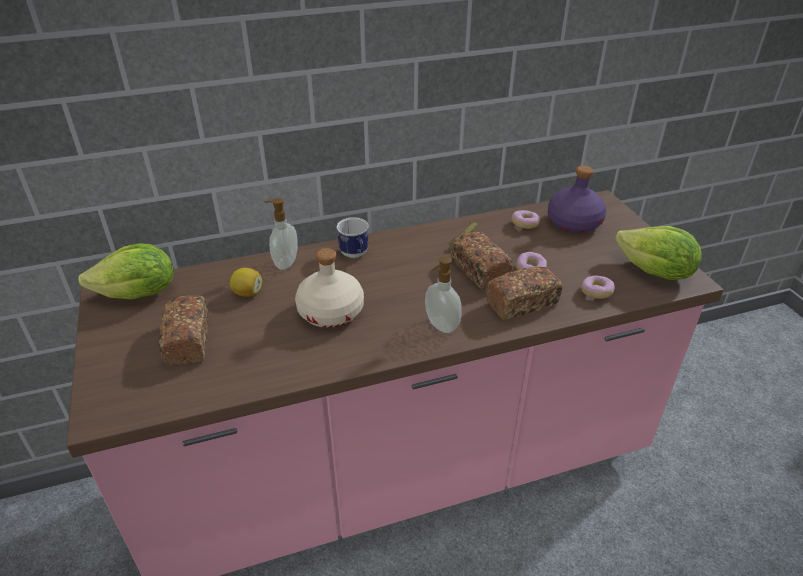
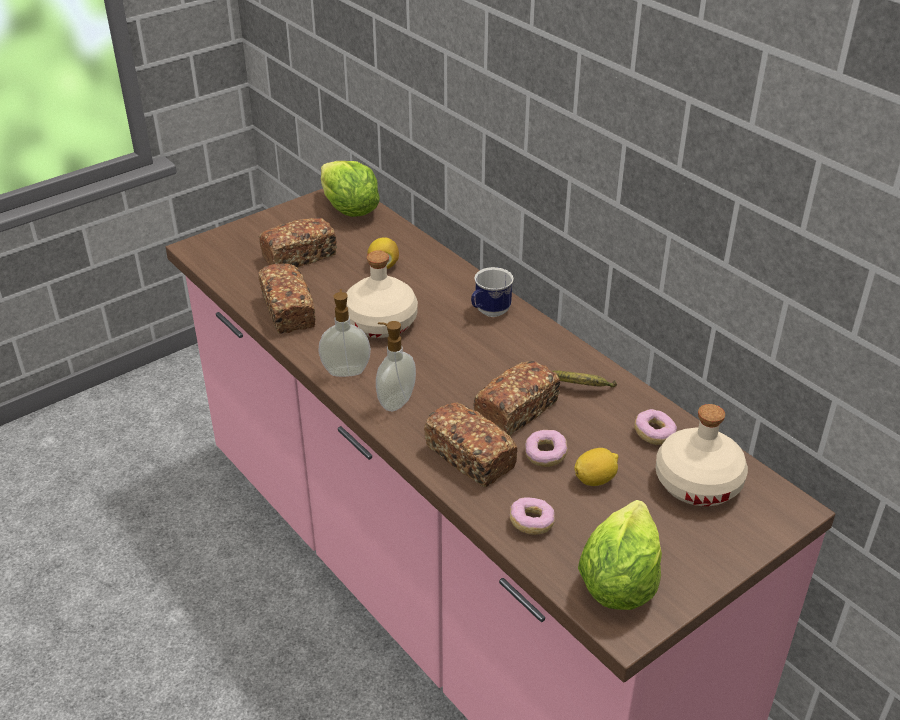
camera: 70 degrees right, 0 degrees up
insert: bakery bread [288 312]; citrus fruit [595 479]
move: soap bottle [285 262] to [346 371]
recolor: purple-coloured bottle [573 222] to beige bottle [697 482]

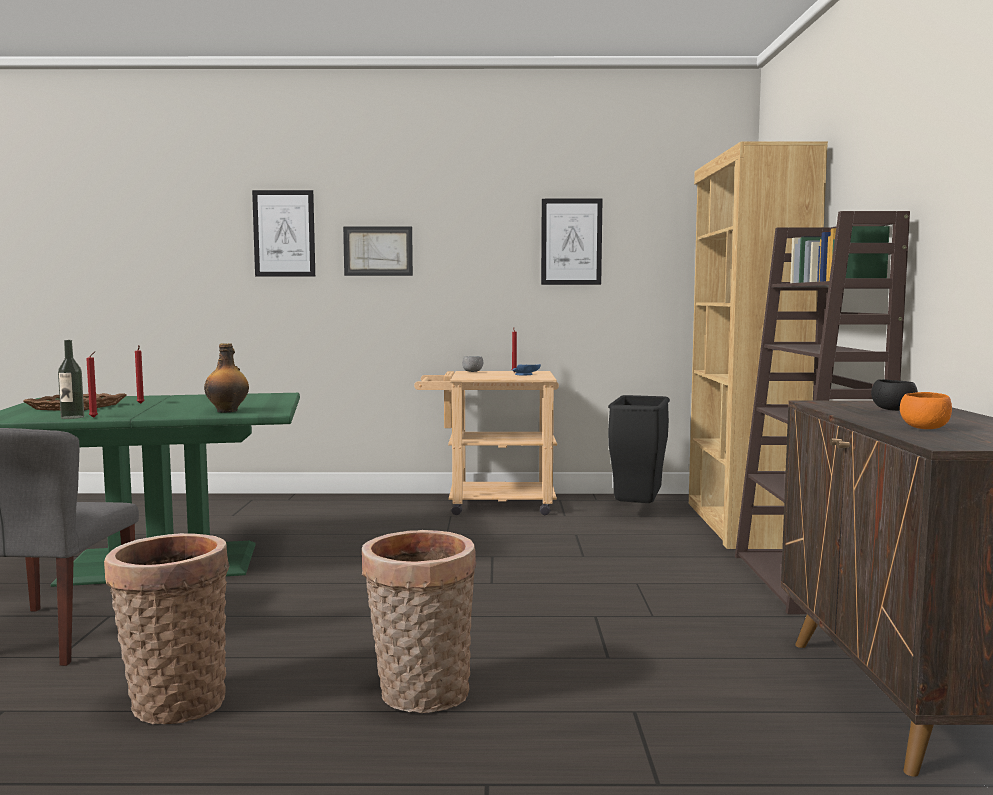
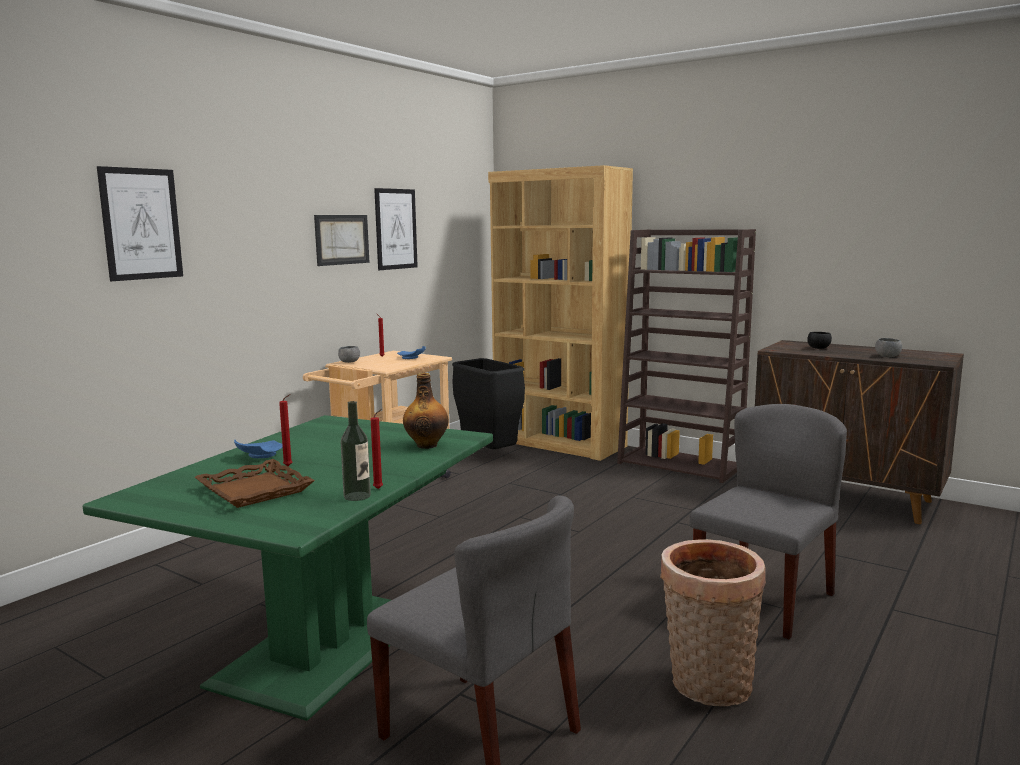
camera: 55 degrees left, 5 degrees up
insert: blue plate [259 456]
move: wall picture [378 251] to [342 239]
replace: household basket [420 696] to gray plain chair [763 599]
recolor: orange-coloured serving bowl [924 428] to gray serving bowl [887 356]

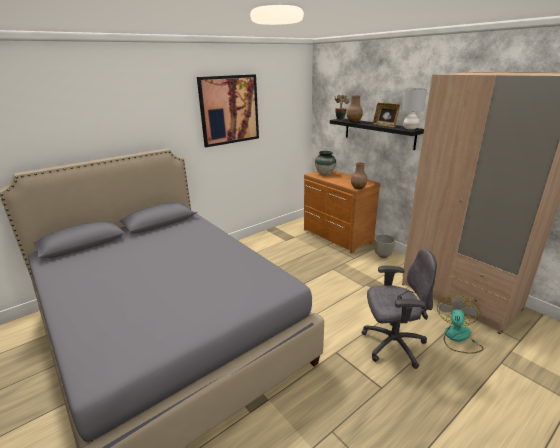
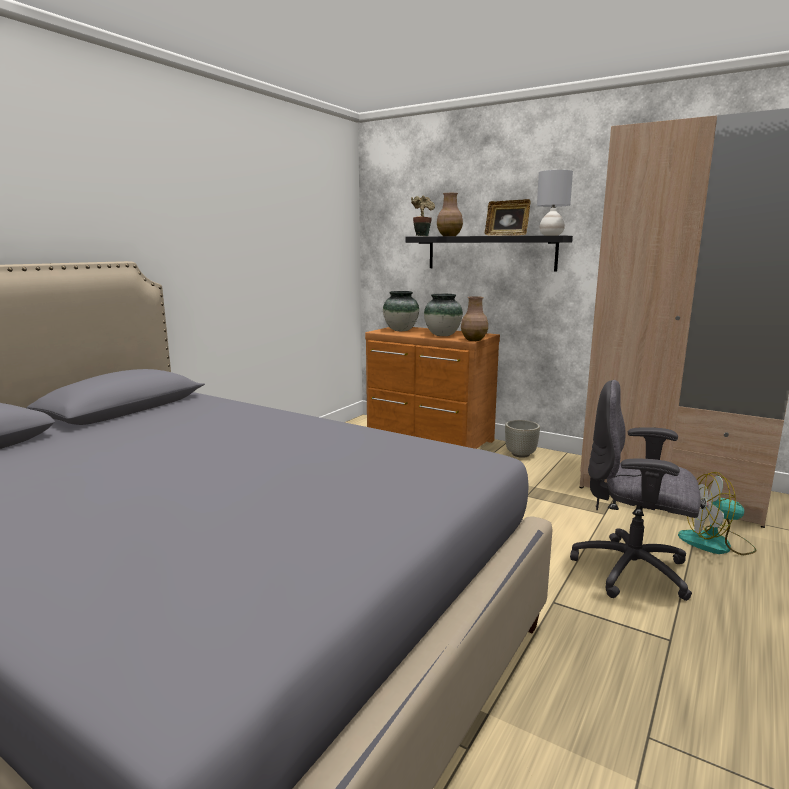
camera: 20 degrees left, 10 degrees down
delete: wall picture [229 110]
insert: vase [442 335]
rotate: gray computer chair [392 344] = [633 571] 135 degrees counterclockwise; cooling fan [457 338] = [716 543] 90 degrees counterclockwise

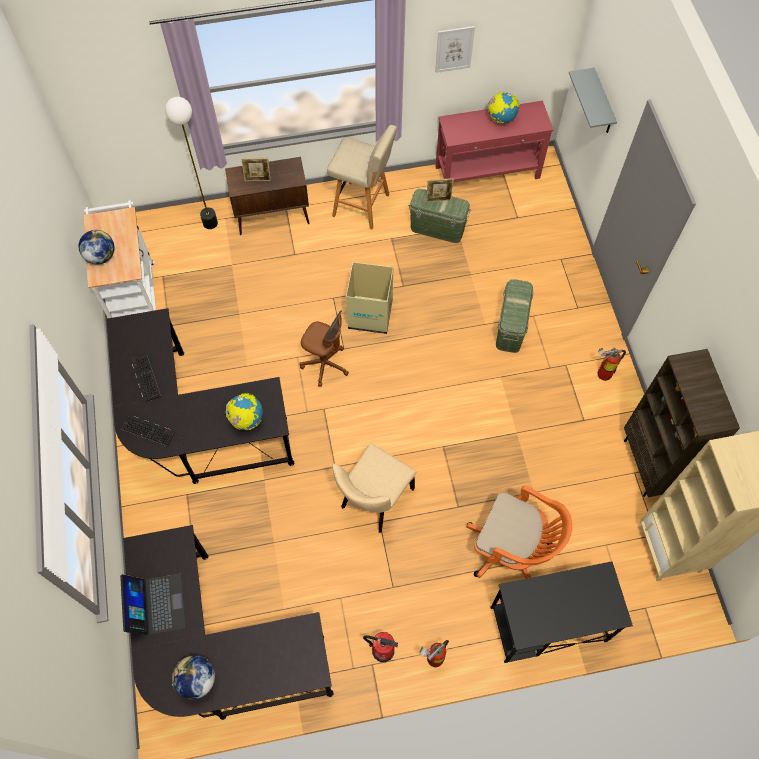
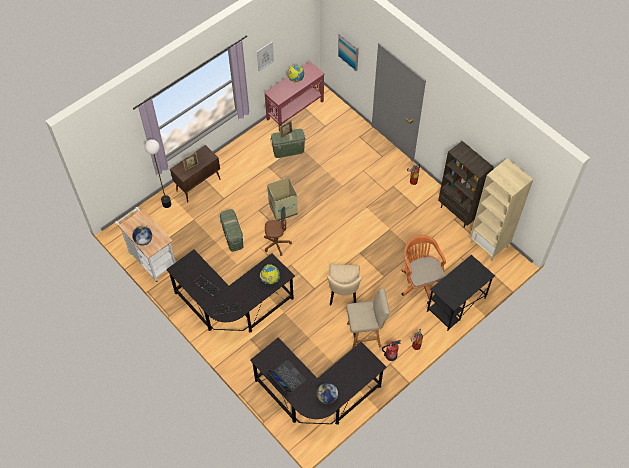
camera: 30 degrees left, 5 degrees down
move: greenish storage container [510 327] to [232 237]; beige stool [363 206] to [365 335]
replace: gray wall shelf [602 103] to wall picture [348 51]
rotate: orange-coloured computer chair [511 549] = [420 281] 105 degrees counterclockwise

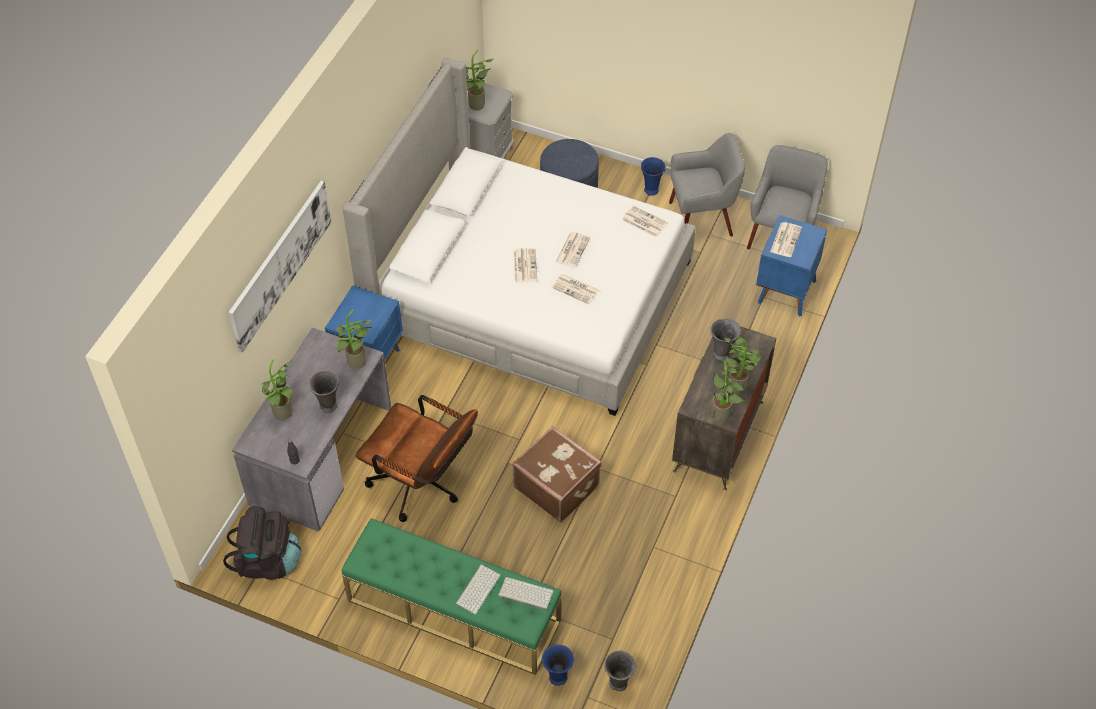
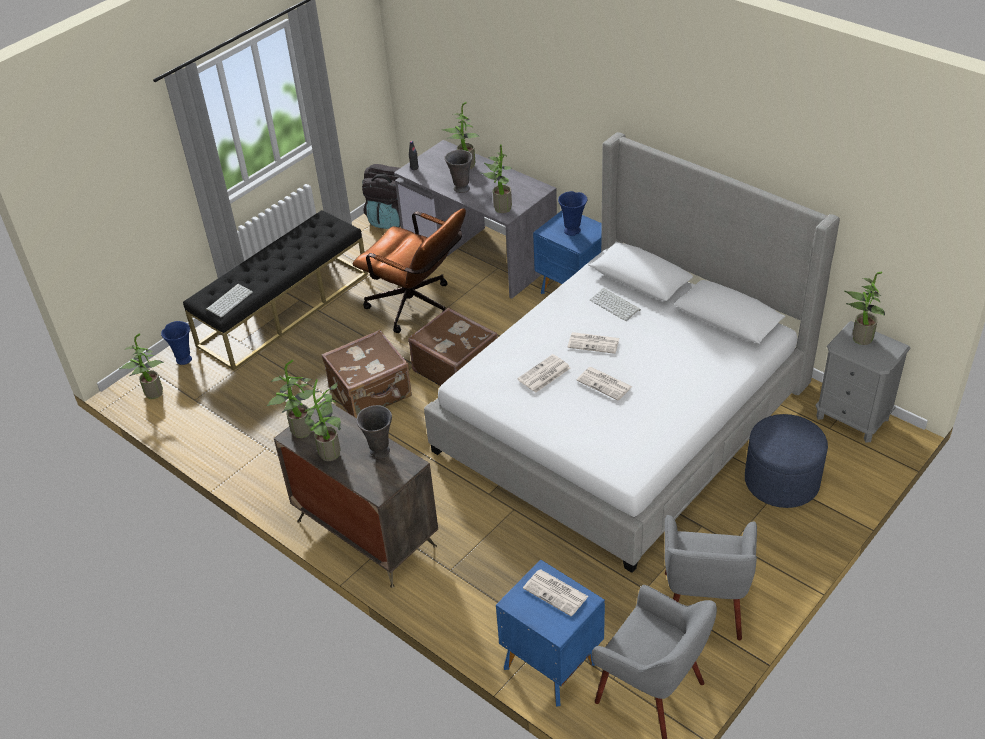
camera: 110 degrees right, 10 degrees down
delete: wall picture [280 264]; newspaper [643 221]
insert: brown travel case [456 368]
move: blue vase [651 190] to [573 231]; PC keyboard [477 588] to [616 305]
replace: gray vase [618 684] to houseplant [152 395]
recolor: greenish bench [453 610] to black bench [284 309]
rotate: brown computer chair [422 486] = [417 307] 105 degrees counterclockwise

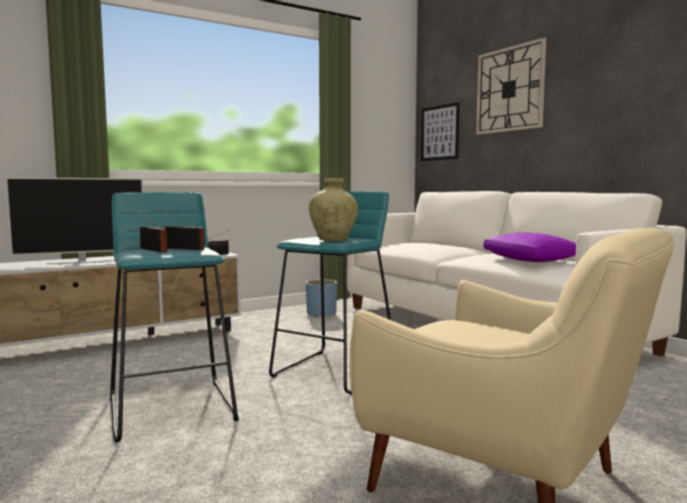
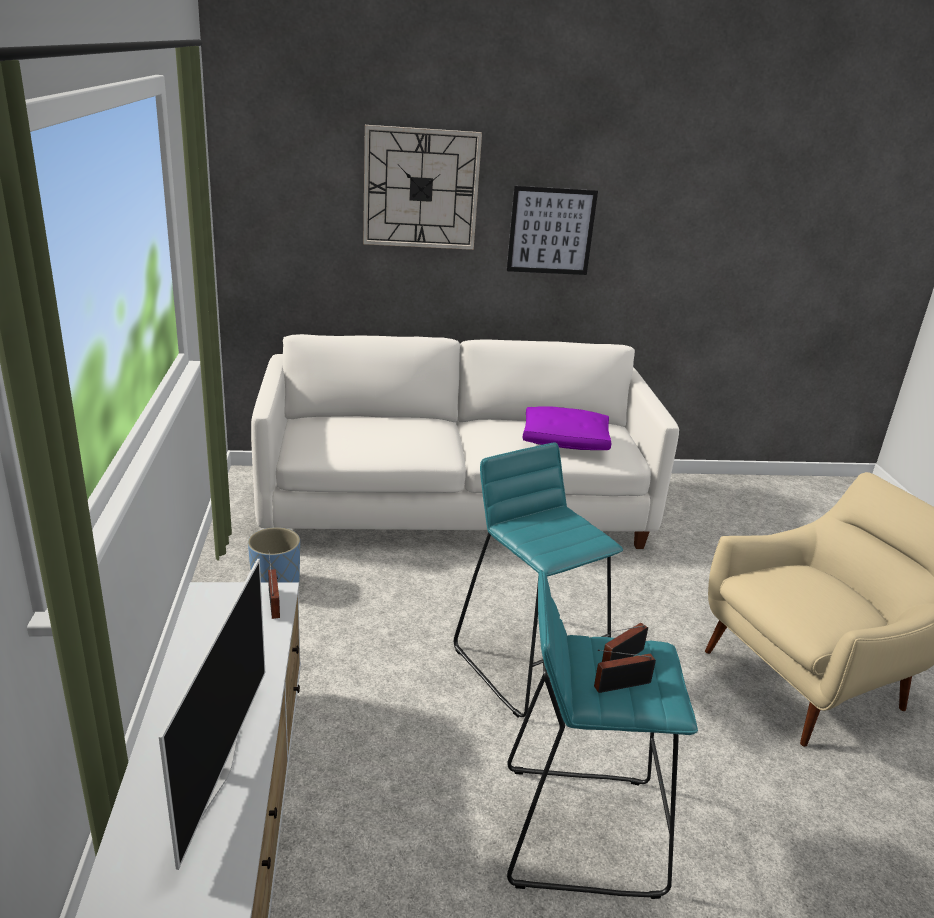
camera: 65 degrees left, 20 degrees up
delete: beige vase [333 240]
move: wall picture [439 133] to [551 231]

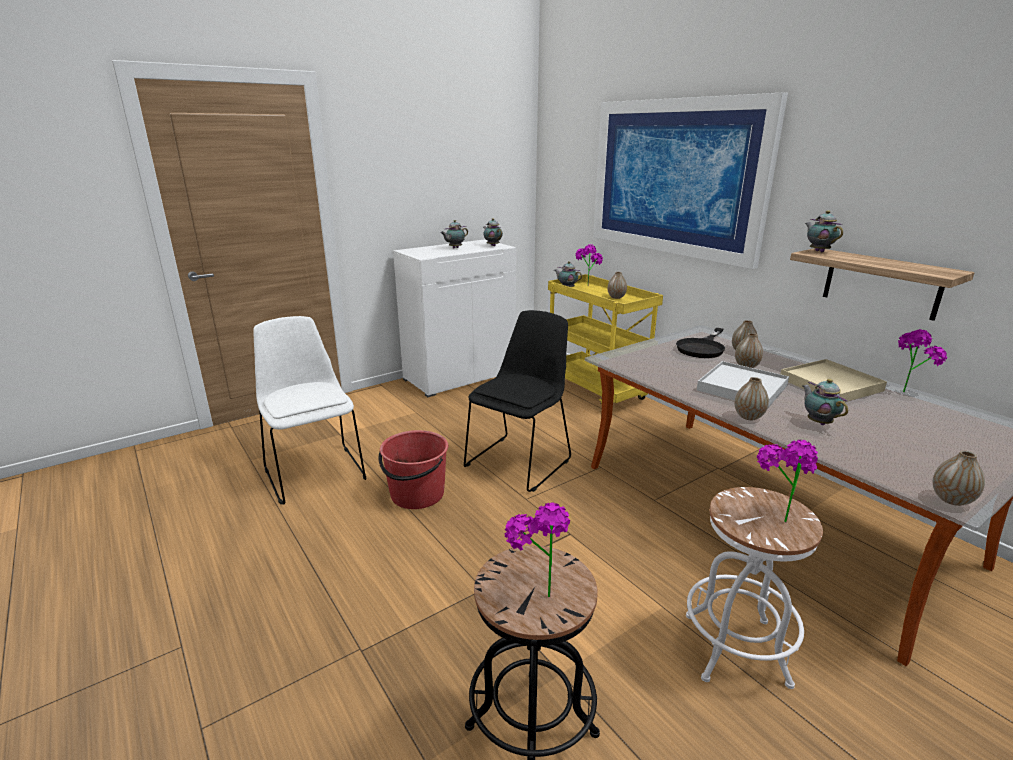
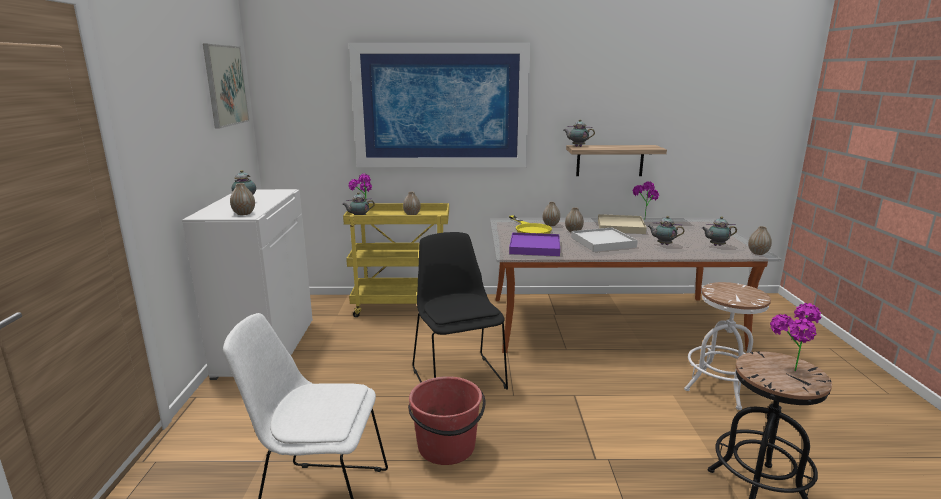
camera: 55 degrees left, 5 degrees down
delete: houseplant [776 515]
insert: wall picture [225 85]; purple-coloured carrying tray [535 247]
move: vase [748 417] to [244 213]; teapot [492 245] to [716 245]
recolor: black pan [702 347] to yellowish pan [530 229]

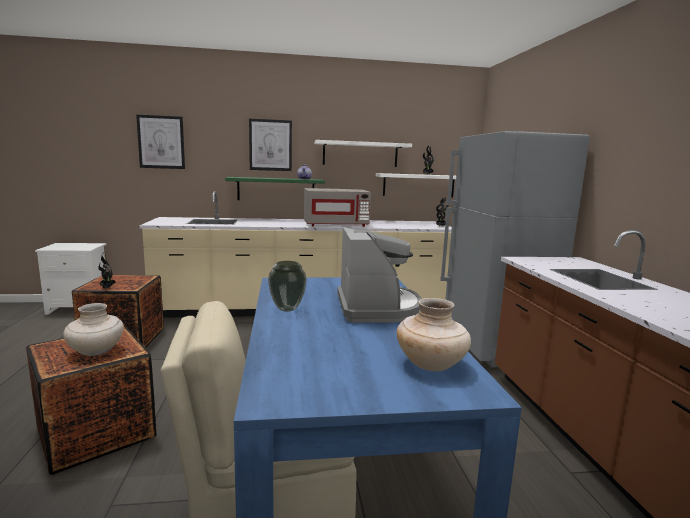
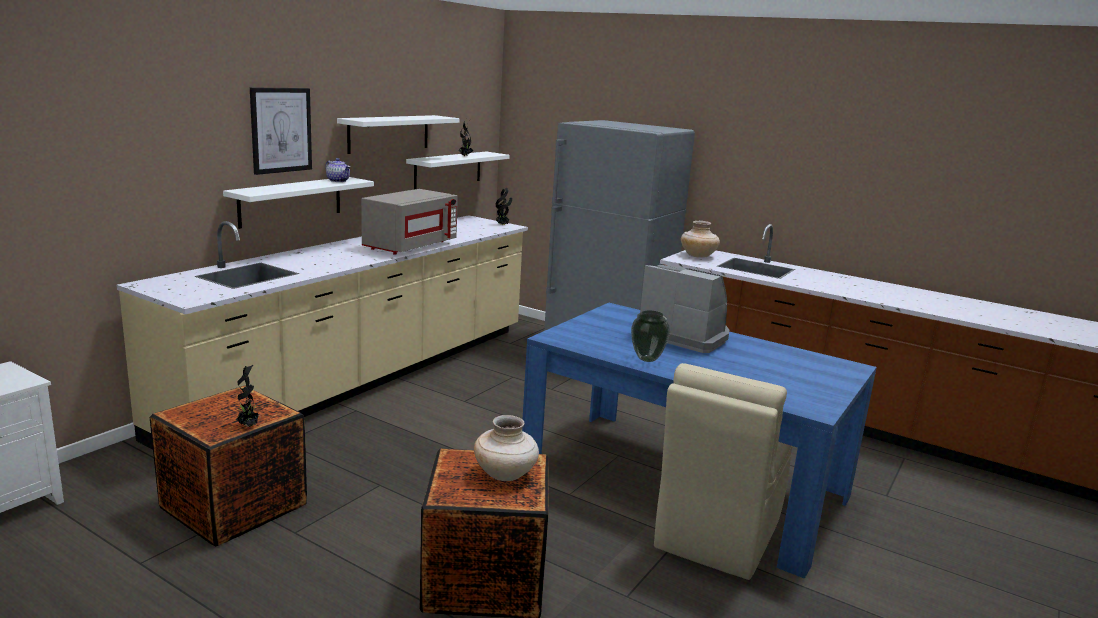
camera: 50 degrees left, 5 degrees up
delete: wall picture [161 142]
move: beige vase [431 365] to [698 256]
recolor: greenish wall shelf [276 189] to white wall shelf [291 201]

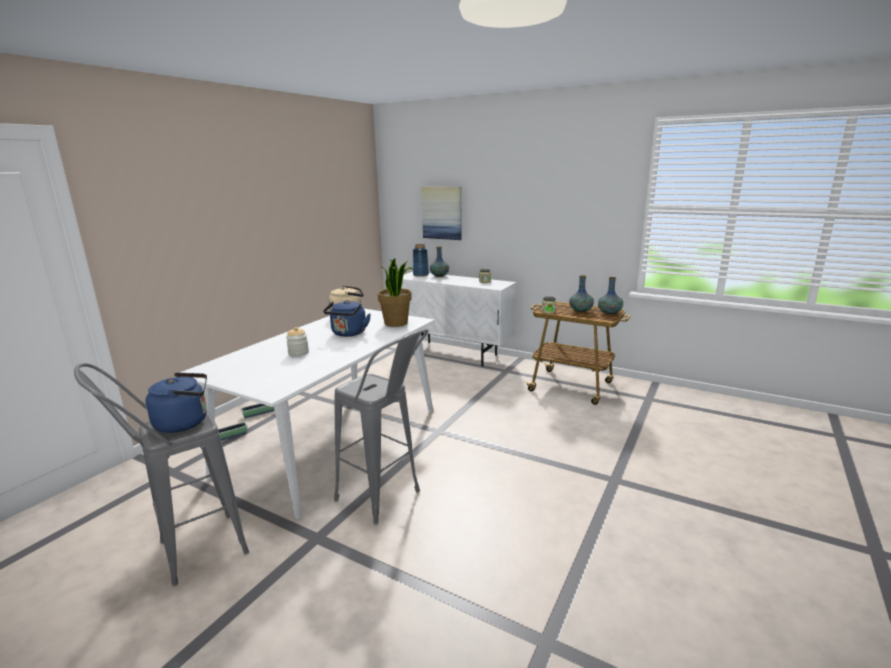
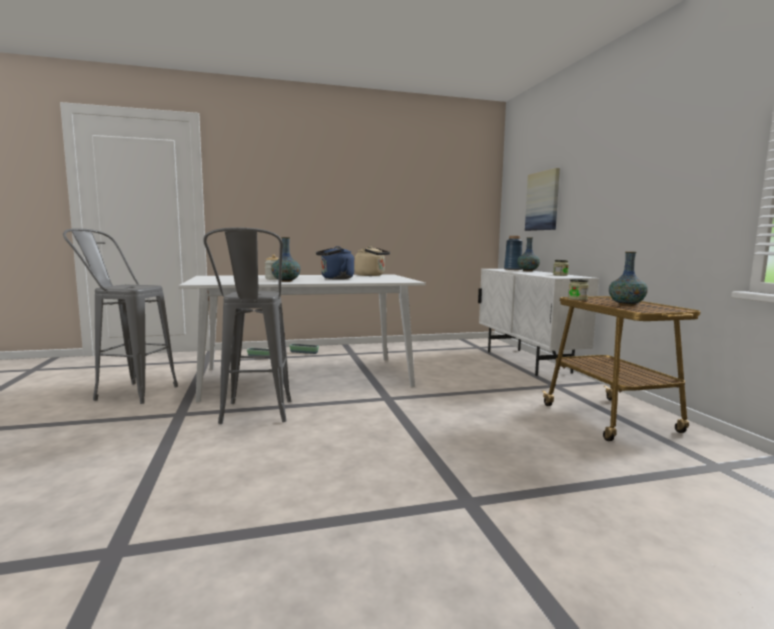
camera: 45 degrees right, 10 degrees down
delete: blue tea kettle [185 422]; houseplant [396 323]
move: vase [609 313] to [286 281]

